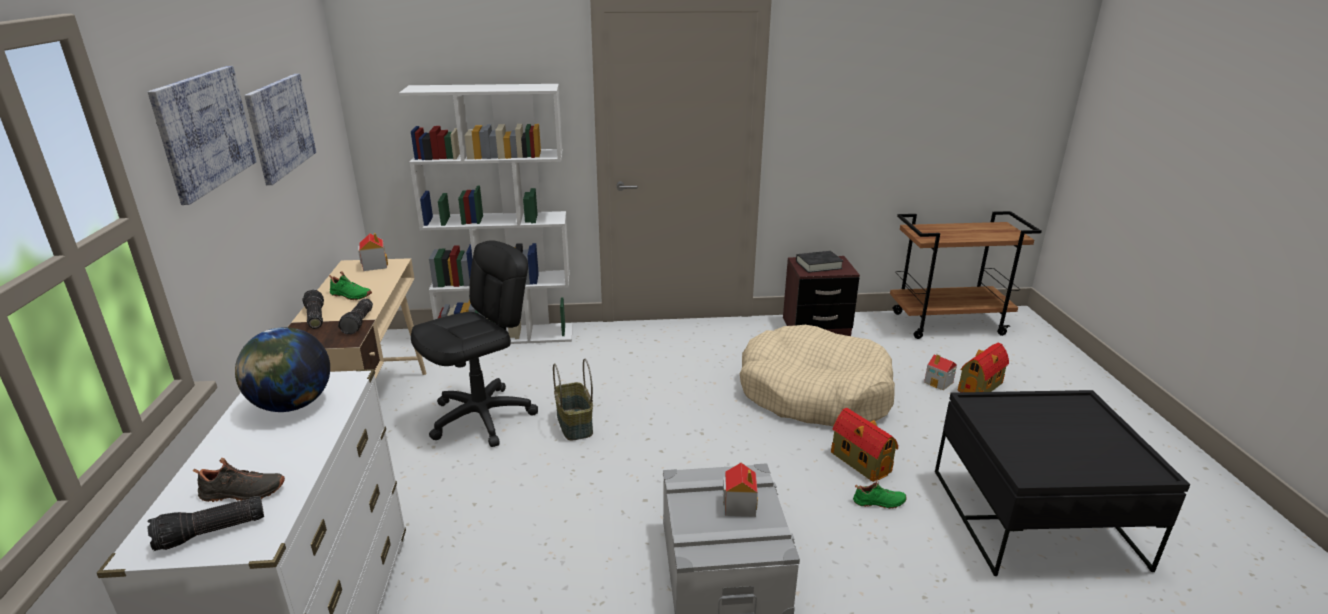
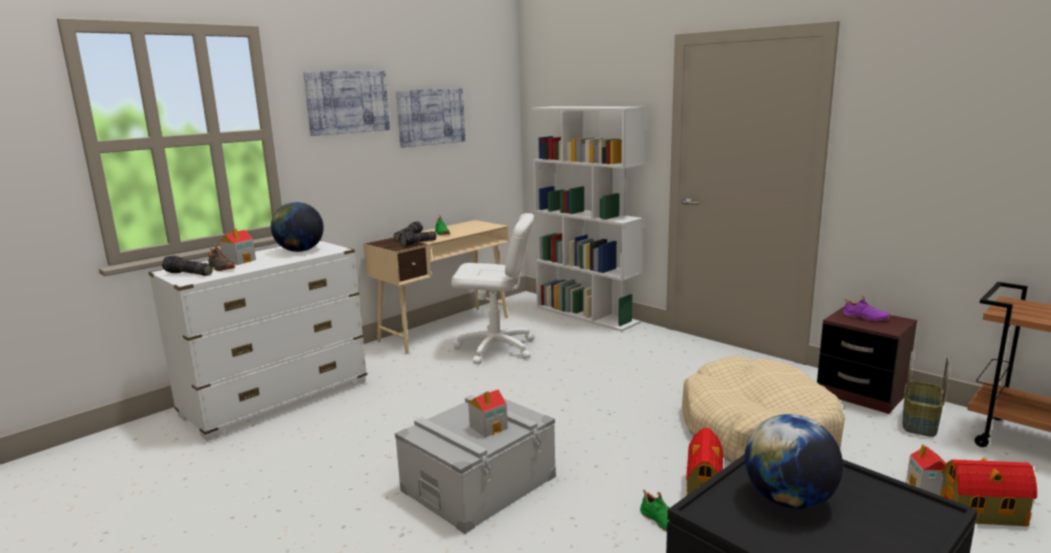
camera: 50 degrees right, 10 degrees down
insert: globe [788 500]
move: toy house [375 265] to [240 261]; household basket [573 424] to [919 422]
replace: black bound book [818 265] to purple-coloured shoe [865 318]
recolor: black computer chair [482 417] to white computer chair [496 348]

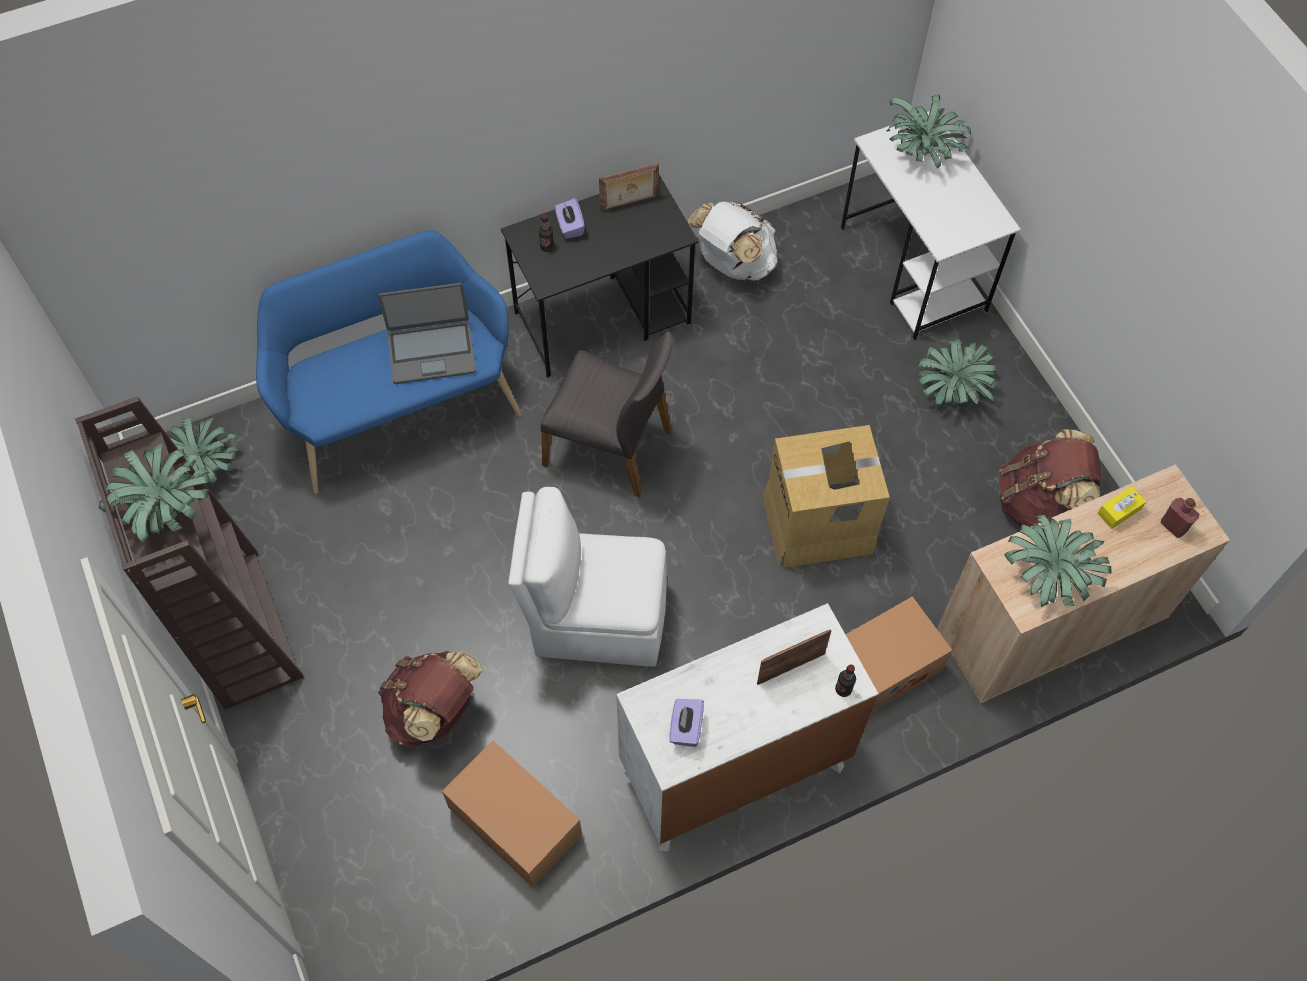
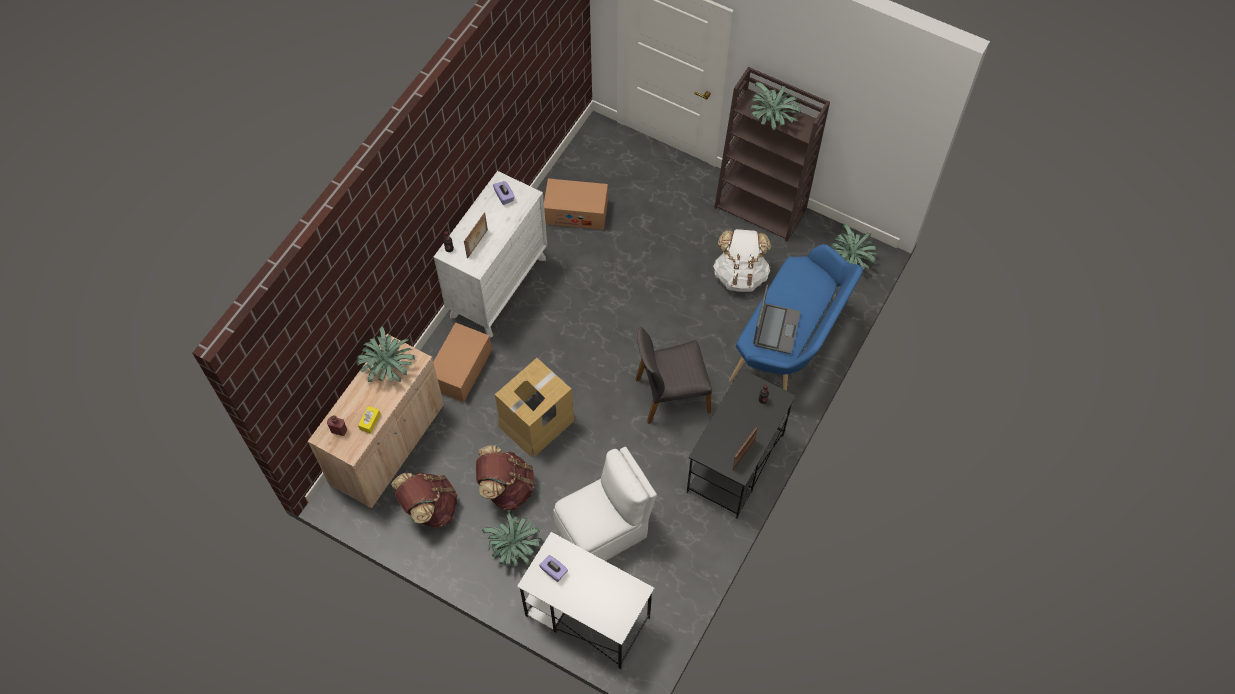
camera: 145 degrees right, 0 degrees up
delete: houseplant [923 153]
move: brown backpack [434 711] to [506 488]; purple-coloured tissue box [570 226] to [554 571]; white plain chair [596 617] to [603 530]; white backpack [733 264] to [740 275]
rotate: laptop [431 351] = [775 329] 150 degrees clockwise

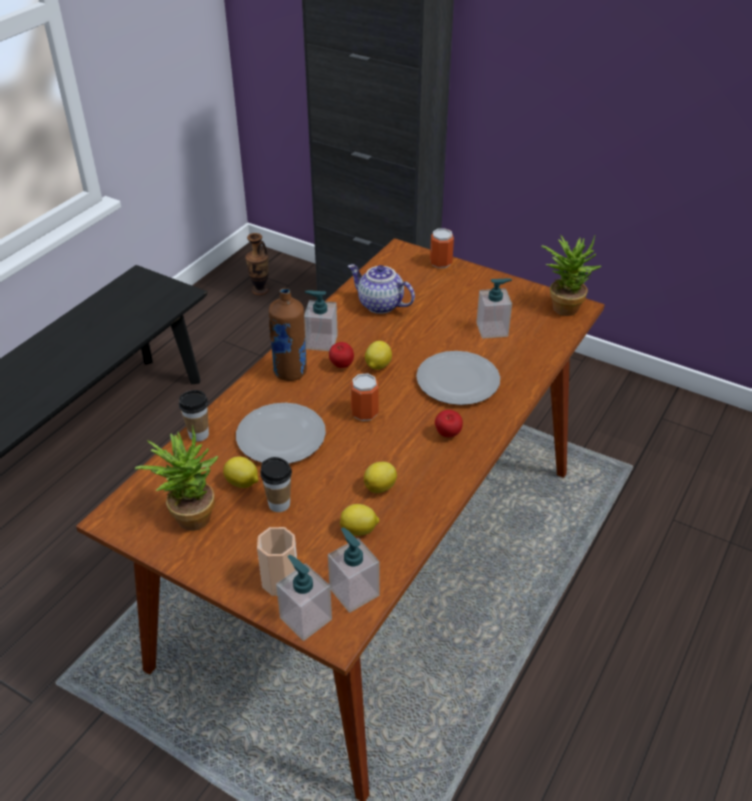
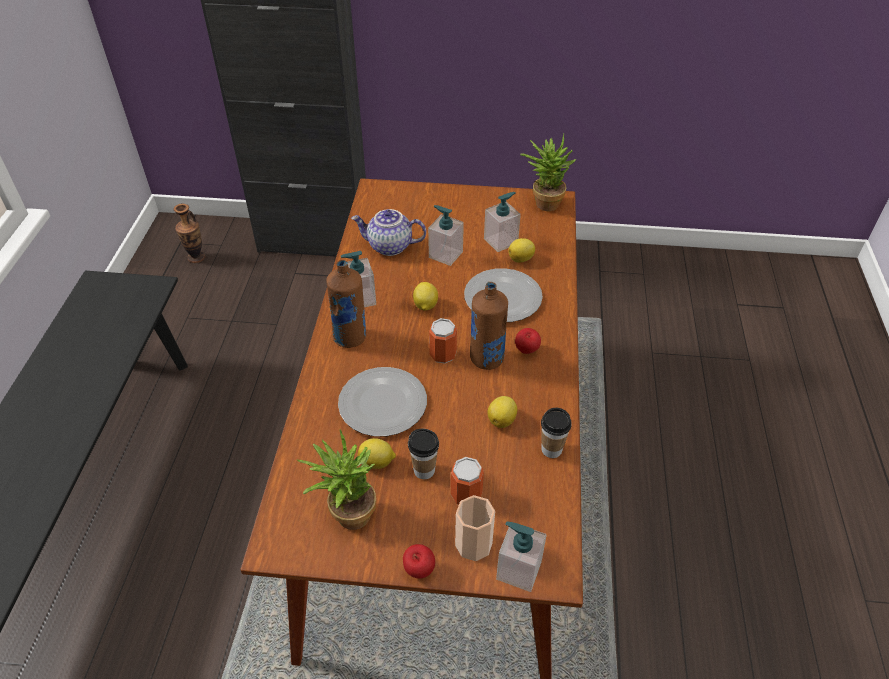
camera: 25 degrees left, 5 degrees up
insert: brown bottle [486 359]
move: apple [341 366] to [419 570]; soap bottle [354 592] to [445 254]; sealed can [440 263] to [466 495]; citrus fruit [359 530] to [521 259]; drinking cup [199 434] to [551 449]

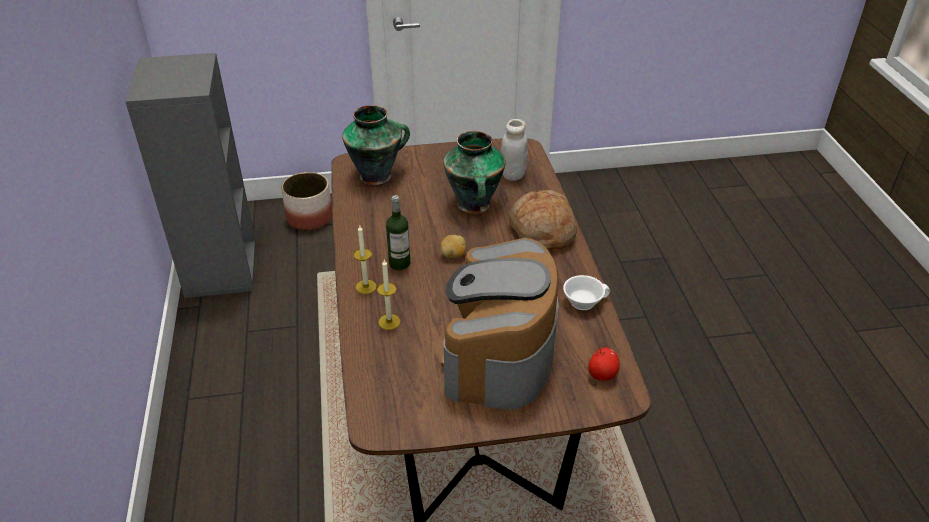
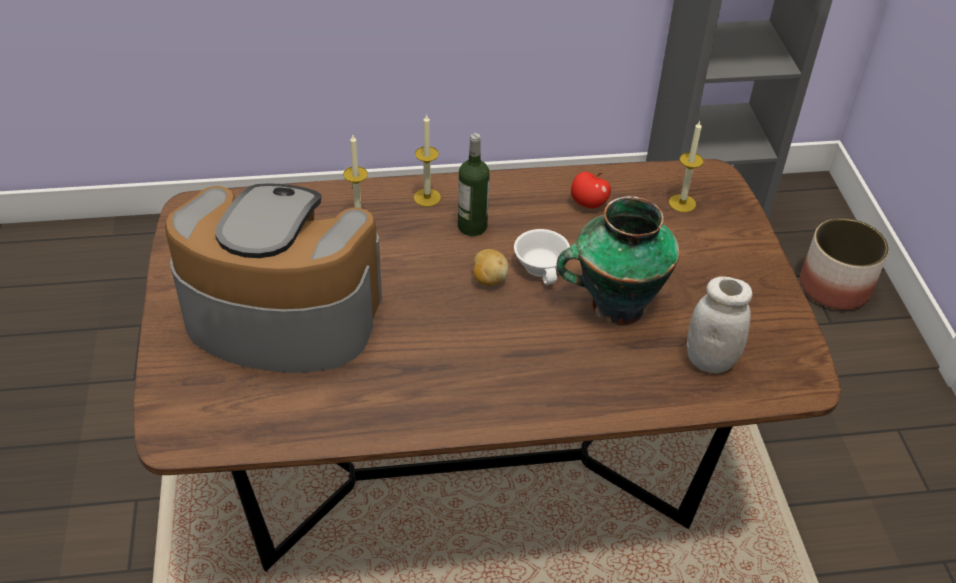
camera: 90 degrees right, 5 degrees up
delete: bakery bread [542 231]
move: white drinking cup [583 300] to [543 266]; apple [602 374] to [588 203]
replace: vase [377 175] to wax candle [682 203]

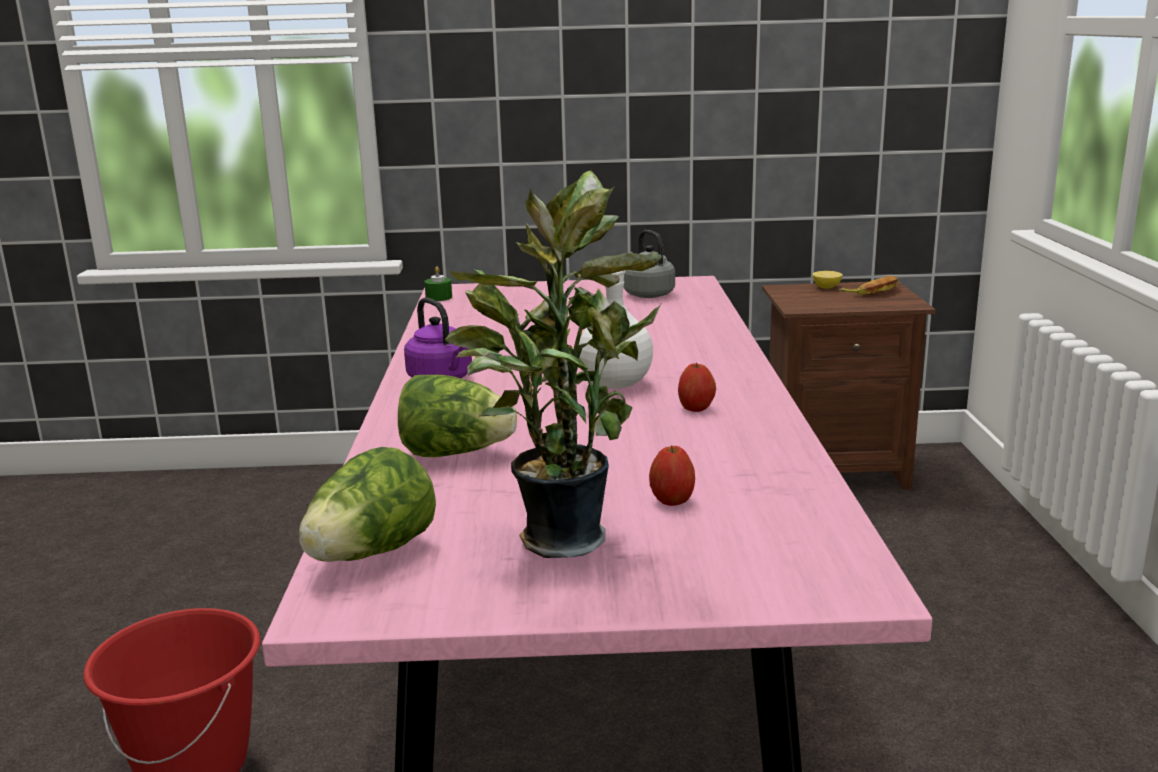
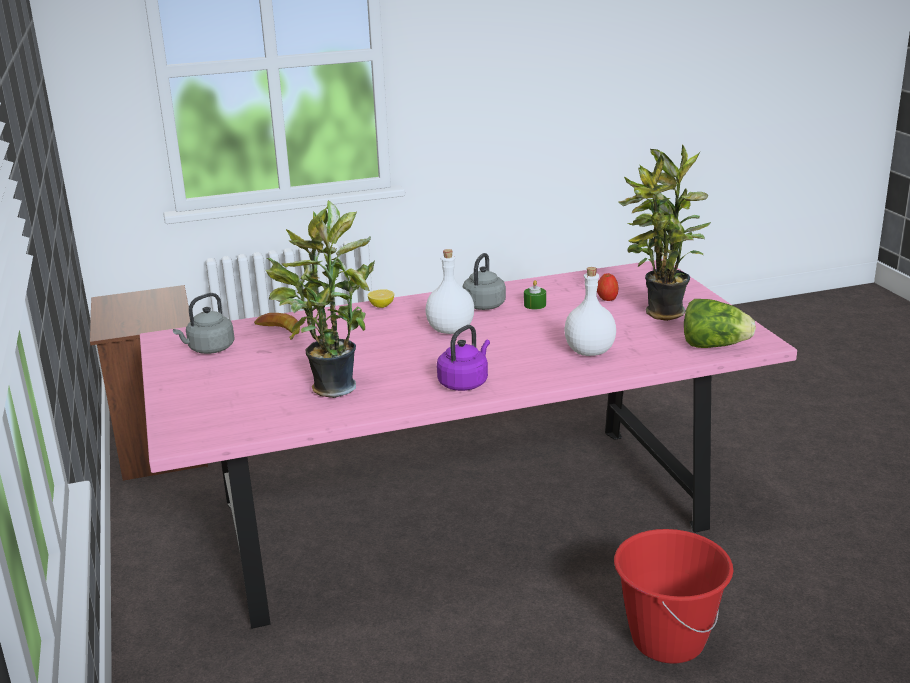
camera: 105 degrees left, 5 degrees up
insert: houseplant [330 387]
move: whole banana [872 291] to [278 331]; citrus fruit [826 287] to [381 306]; greenish wax candle [439 297] to [535 305]
replace: apple [696 408] to gray tea kettle [483 306]; lettuce [455 453] to white bottle [589 352]

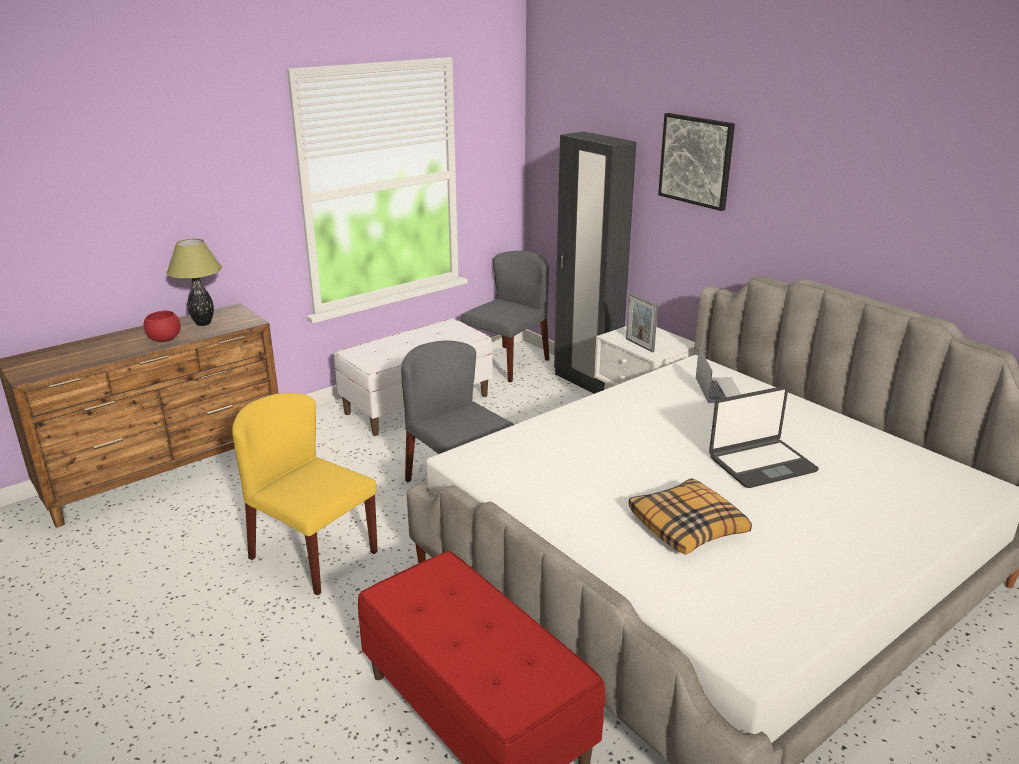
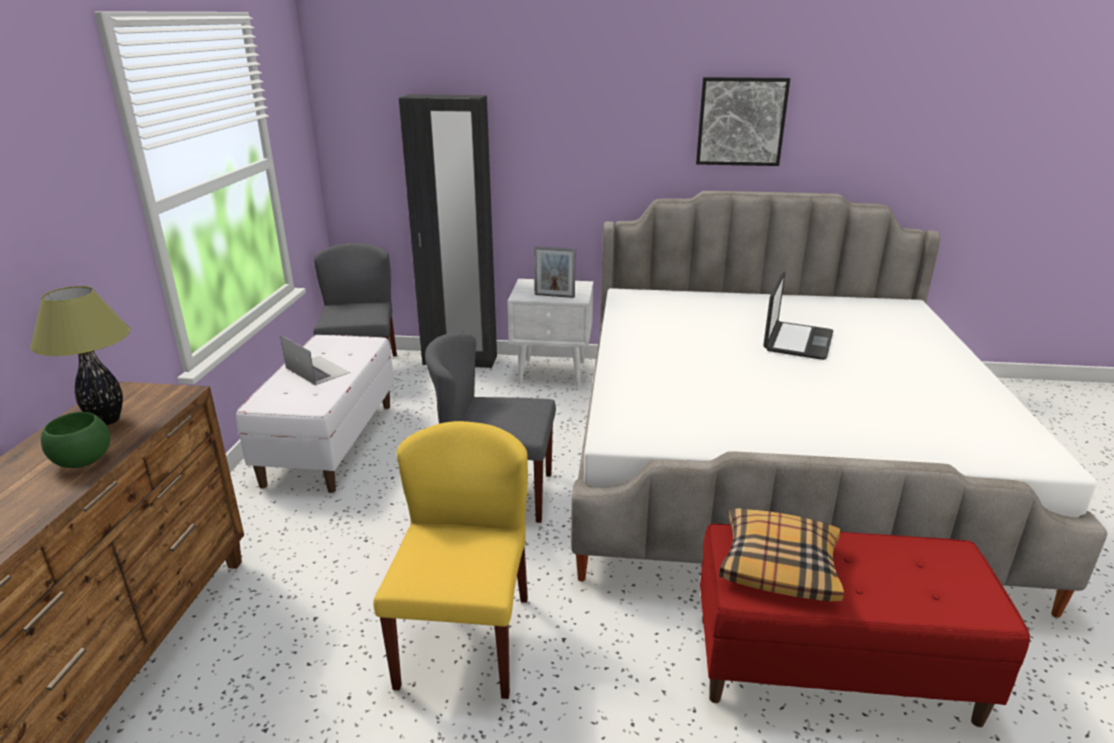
camera: 45 degrees left, 0 degrees up
move: laptop [719 390] to [317 370]; wall picture [696 160] to [741 121]; cushion [688 526] to [779 565]
recolor: reddish serving bowl [164 339] to greenish serving bowl [82 462]
rotate: yellowish plain chair [312 554] = [464 640] 105 degrees clockwise

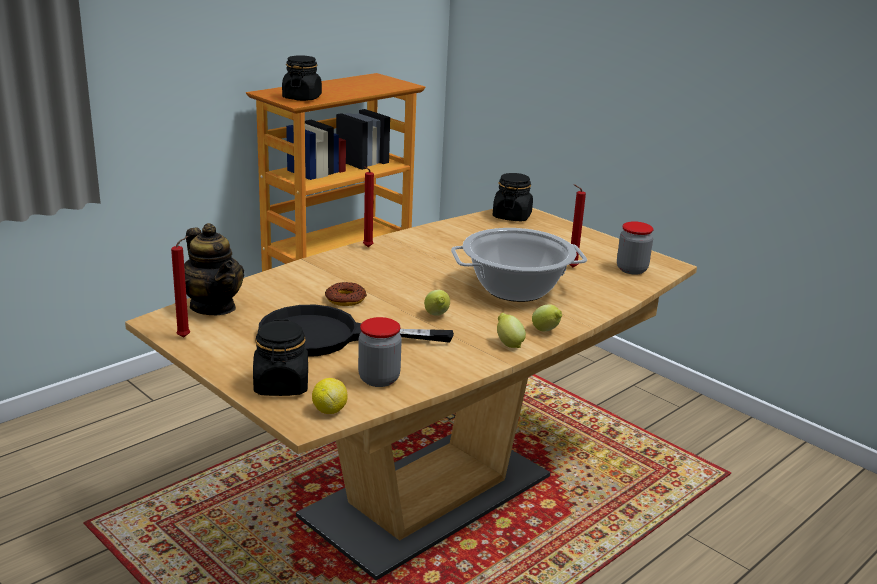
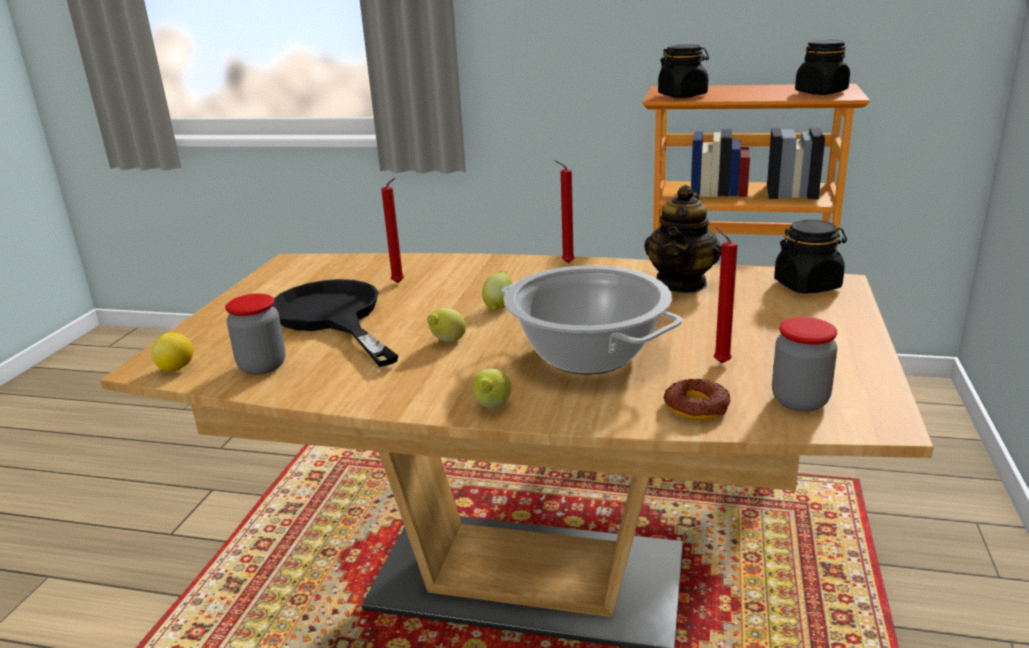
camera: 60 degrees right, 0 degrees up
move: reddish wax candle [186 337] to [399 283]; citrus fruit [508 344] to [499 306]; teapot [213 307] to [682 283]; donut [345 299] to [697 407]; black preserve jar [281 385] to [820 92]

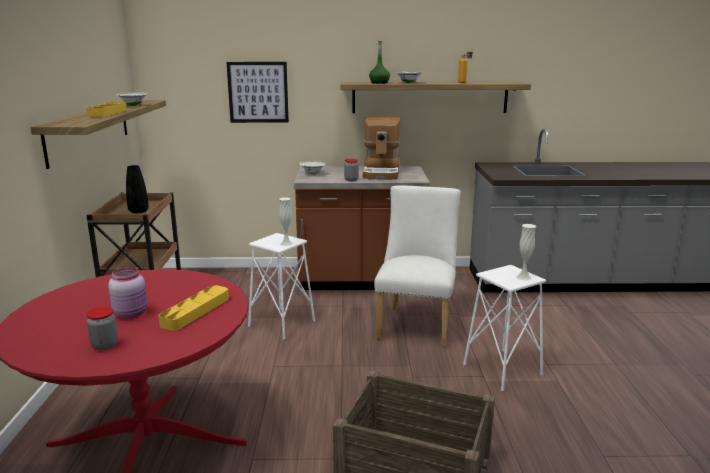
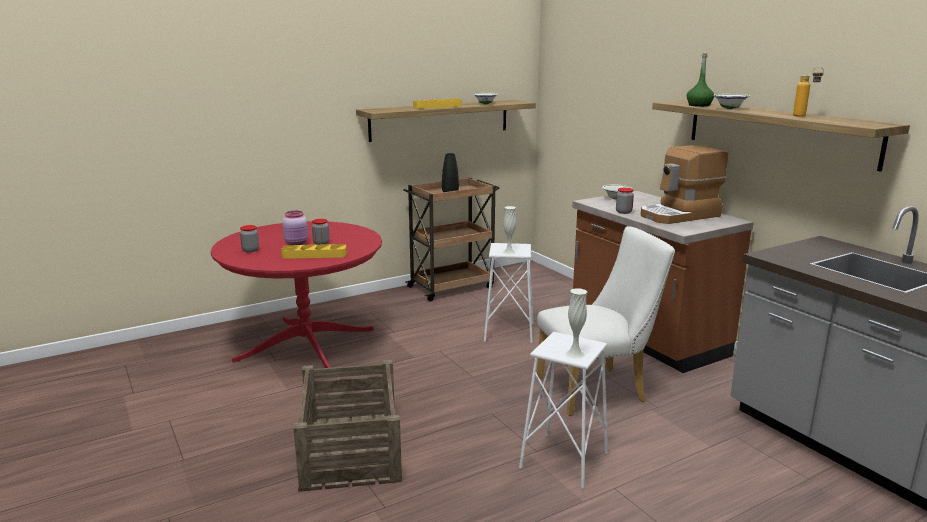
camera: 60 degrees right, 0 degrees up
delete: wall picture [258 92]
insert: preserve jar [321 243]

